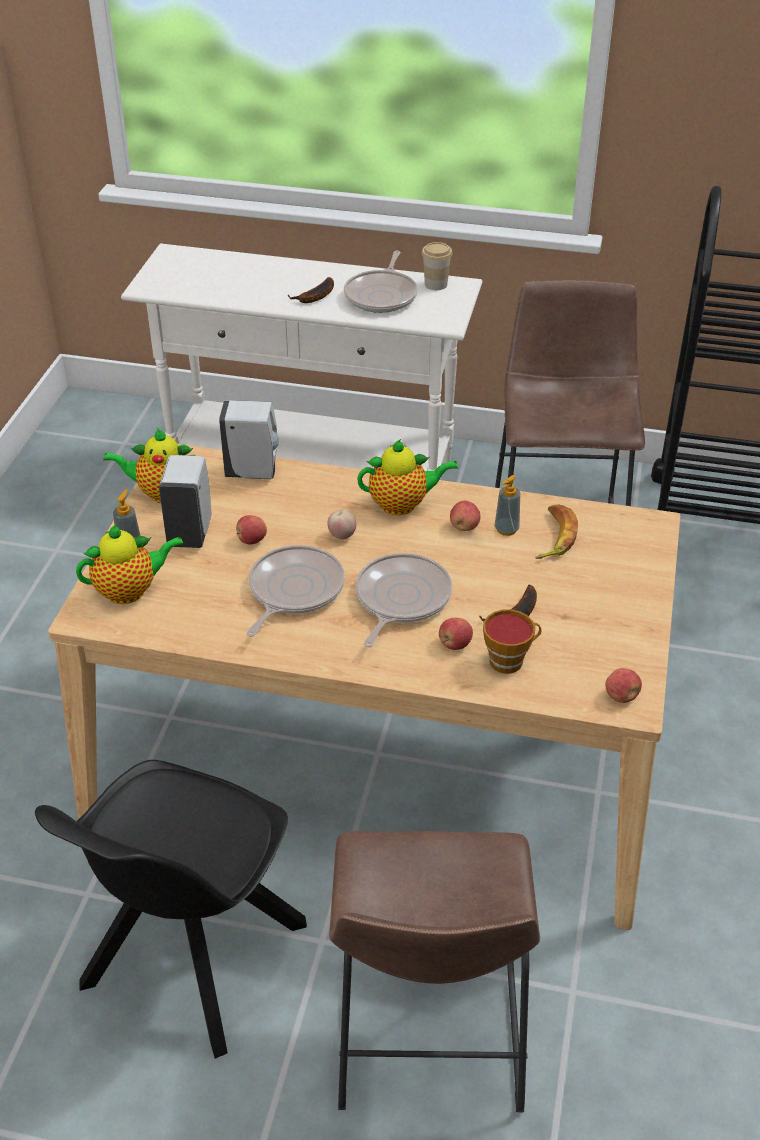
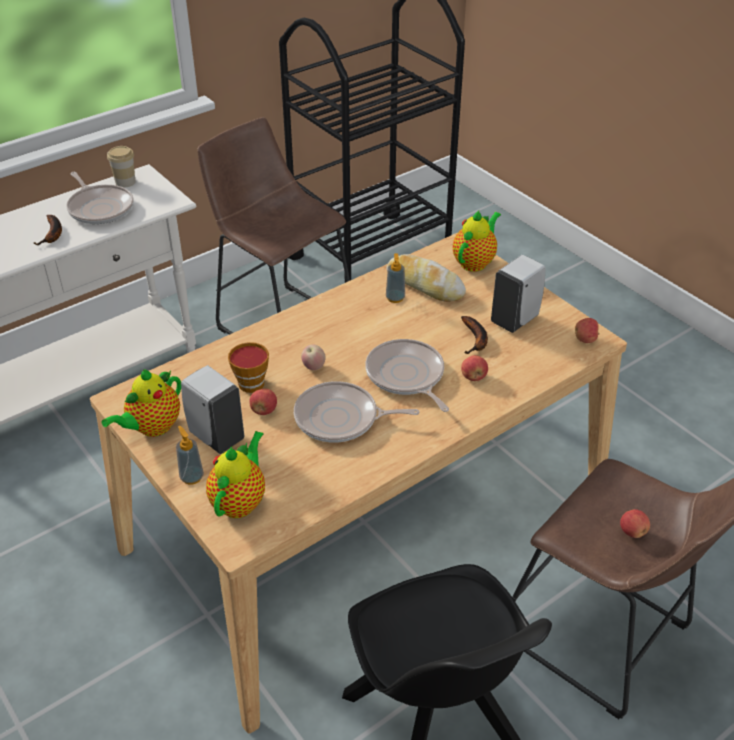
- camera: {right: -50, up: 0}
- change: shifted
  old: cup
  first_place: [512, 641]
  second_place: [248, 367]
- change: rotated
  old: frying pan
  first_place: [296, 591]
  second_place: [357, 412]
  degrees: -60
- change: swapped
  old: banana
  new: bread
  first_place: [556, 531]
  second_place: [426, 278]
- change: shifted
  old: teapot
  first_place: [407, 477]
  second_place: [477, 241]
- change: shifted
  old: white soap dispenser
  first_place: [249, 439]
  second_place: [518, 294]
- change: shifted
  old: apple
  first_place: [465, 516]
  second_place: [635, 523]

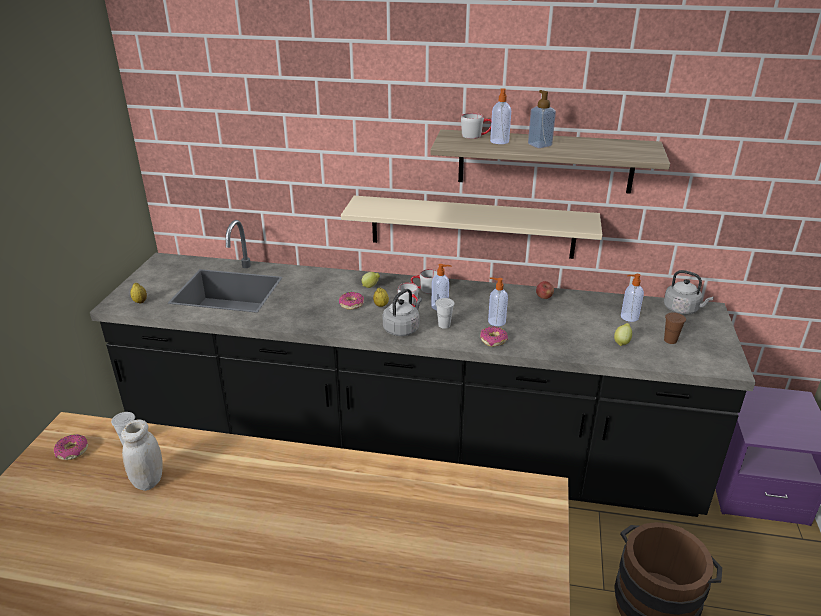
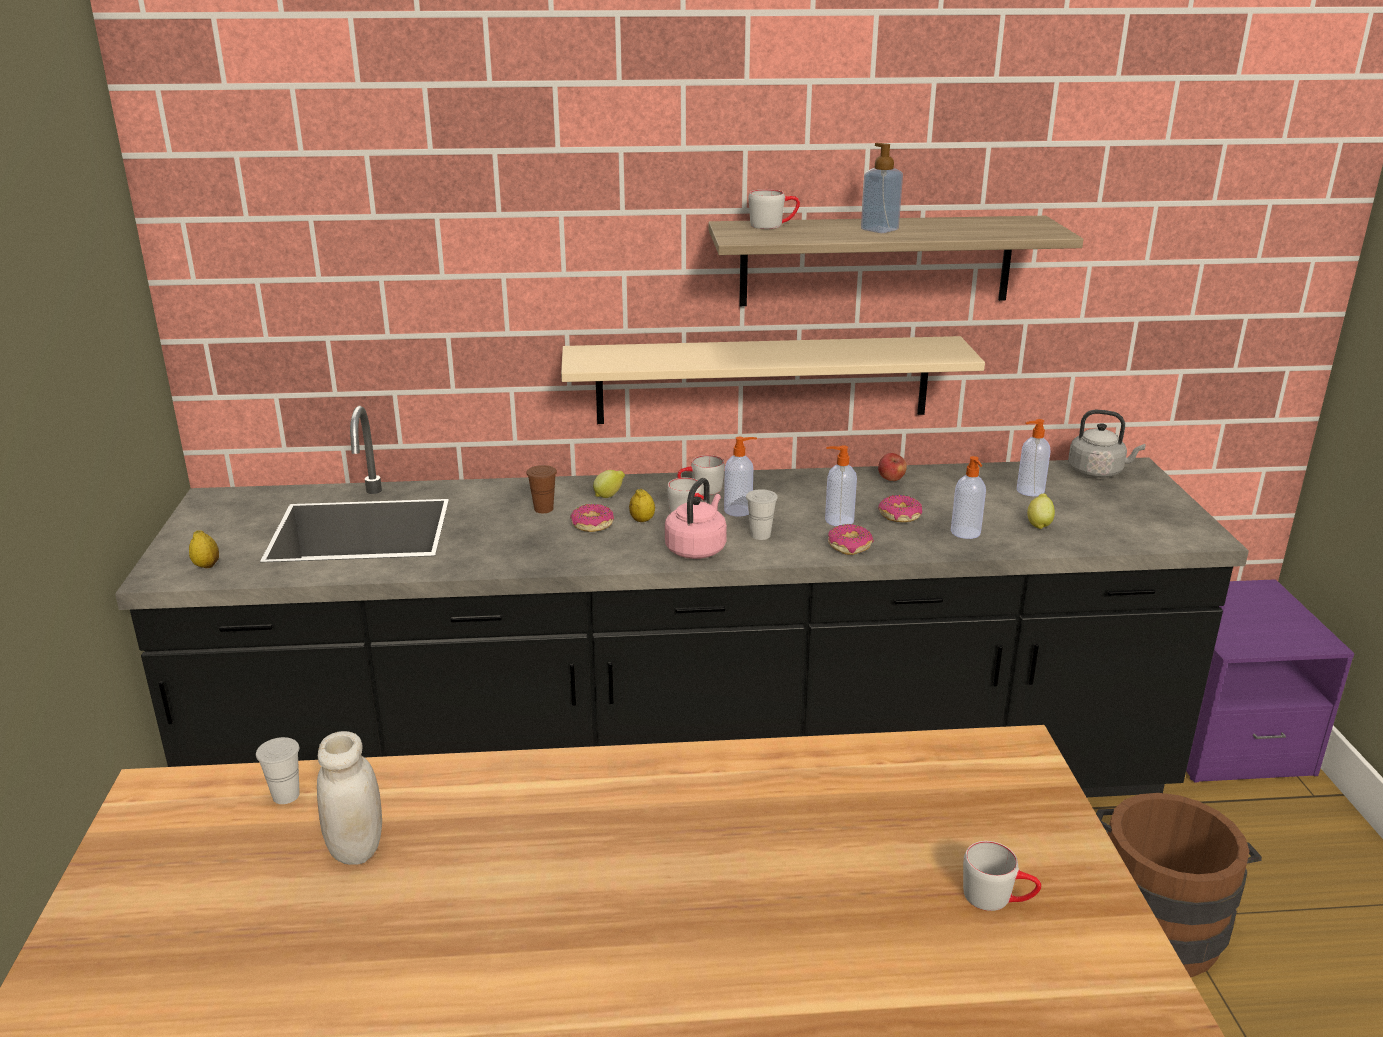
- camera: {right: -15, up: -5}
- change: shifted
  old: brown cup
  first_place: [675, 328]
  second_place: [541, 489]
- change: repainted
  old: grey kettle
  new: pink kettle
  first_place: [402, 312]
  second_place: [696, 518]
- change: shifted
  old: donut
  first_place: [71, 447]
  second_place: [900, 508]
- change: shifted
  old: soap dispenser
  first_place: [500, 116]
  second_place: [968, 497]
- change: new
  new: grey mug
  second_place: [1002, 876]

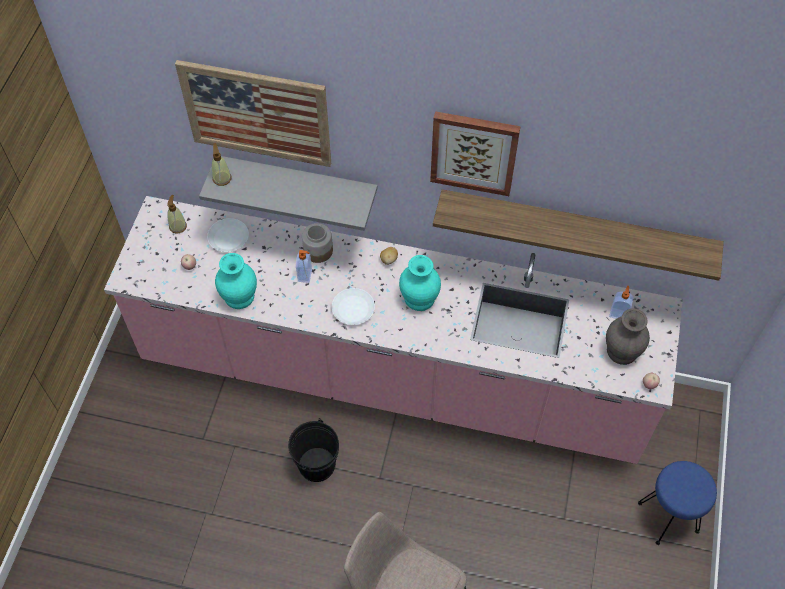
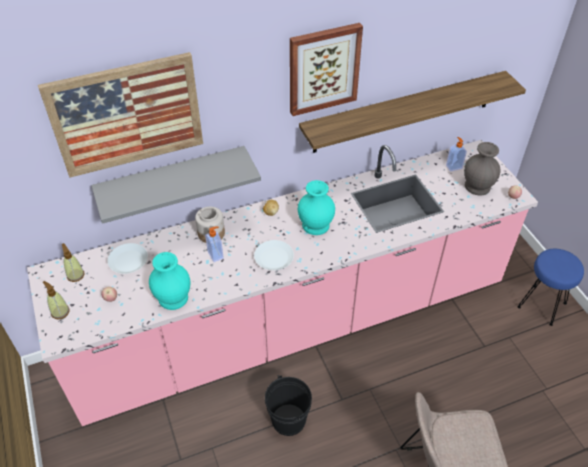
- camera: {right: -35, up: -10}
- change: shifted
  old: soap dispenser
  first_place: [222, 164]
  second_place: [56, 300]

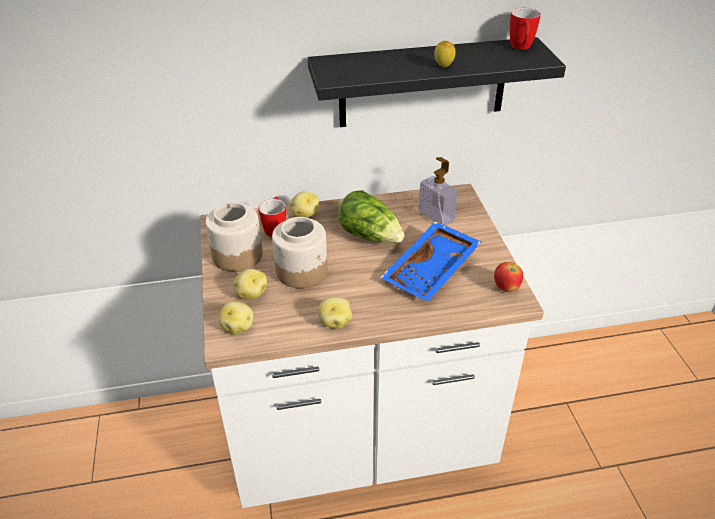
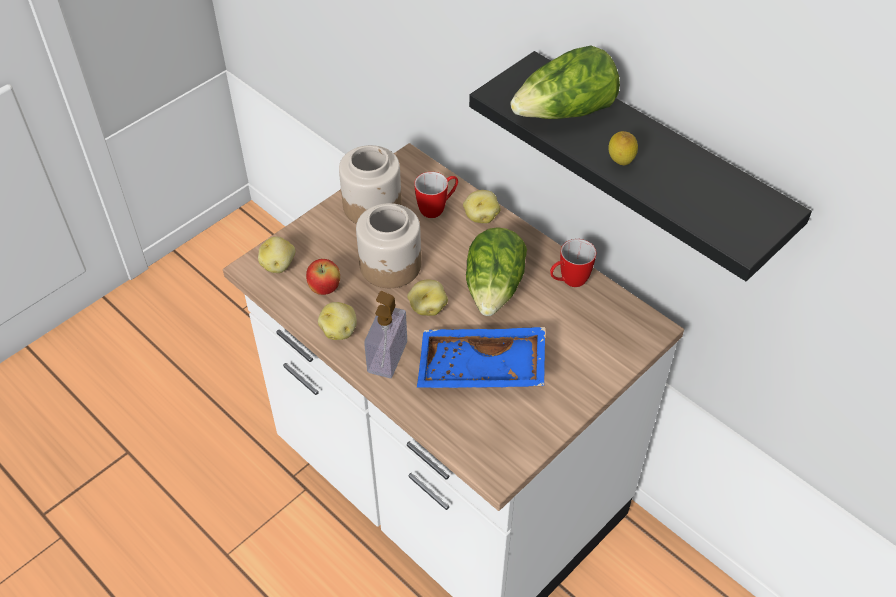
- camera: {right: 55, up: 10}
- change: shifted
  old: apple
  first_place: [508, 277]
  second_place: [323, 277]
- change: shifted
  old: soap dispenser
  first_place: [438, 191]
  second_place: [385, 334]
- change: shifted
  old: potato
  first_place: [250, 284]
  second_place: [427, 297]
- change: new
  new: lettuce
  second_place: [565, 82]
- change: shifted
  old: mug
  first_place: [525, 29]
  second_place: [573, 263]

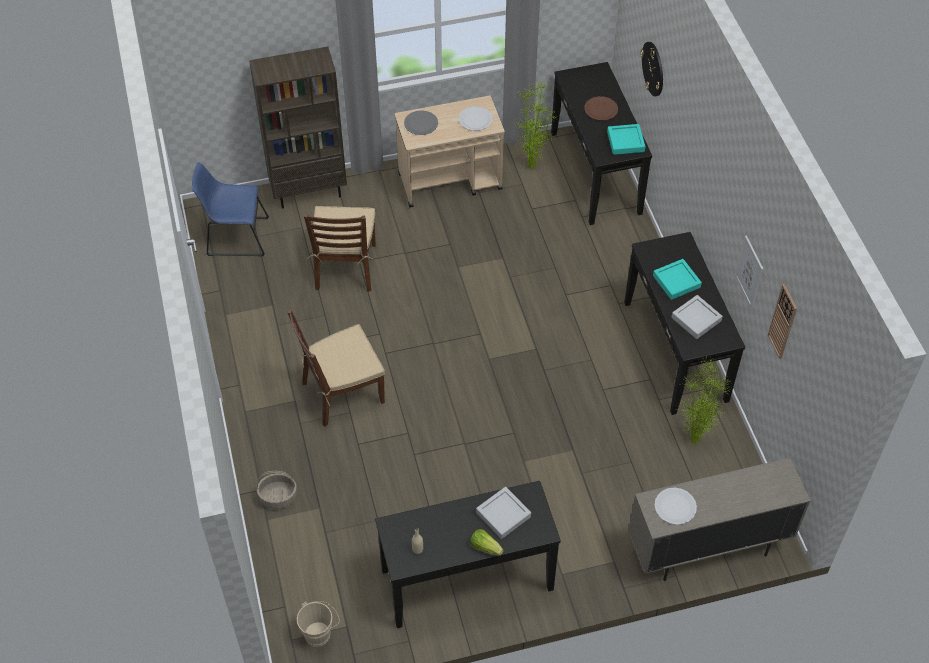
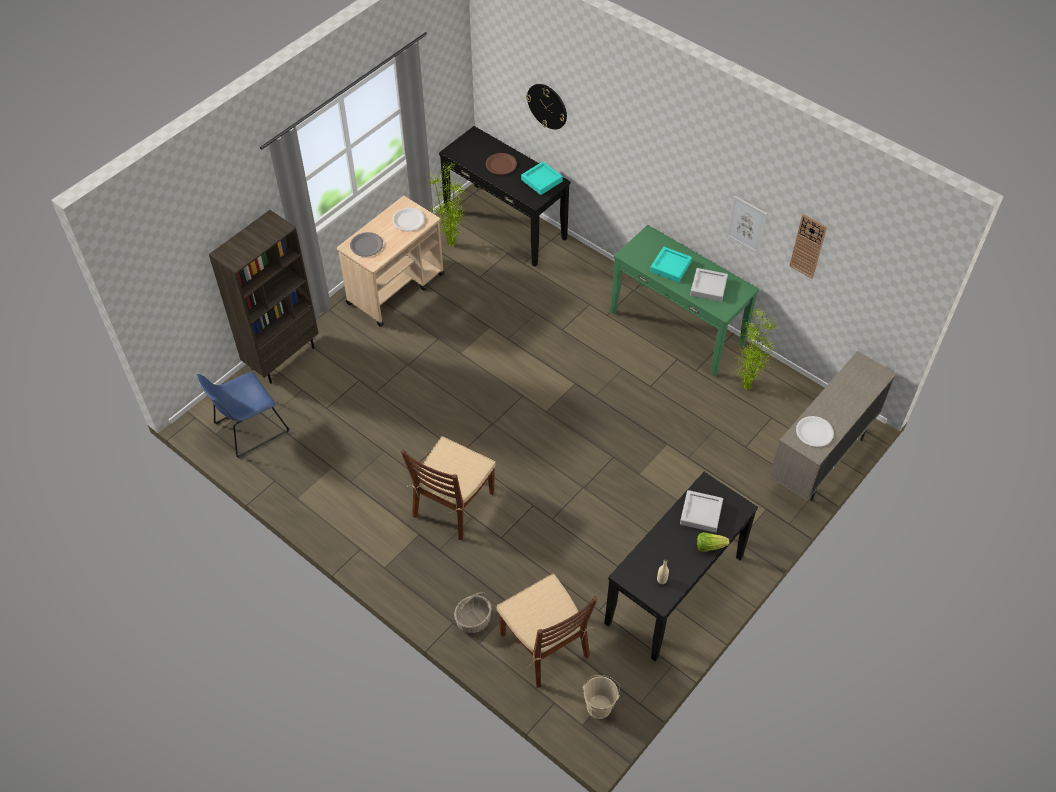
- camera: {right: -35, up: 0}
- change: shifted
  old: brown chair
  first_place: [340, 249]
  second_place: [547, 631]
- change: repainted
  old: black console table
  new: green console table
  first_place: [684, 323]
  second_place: [684, 301]

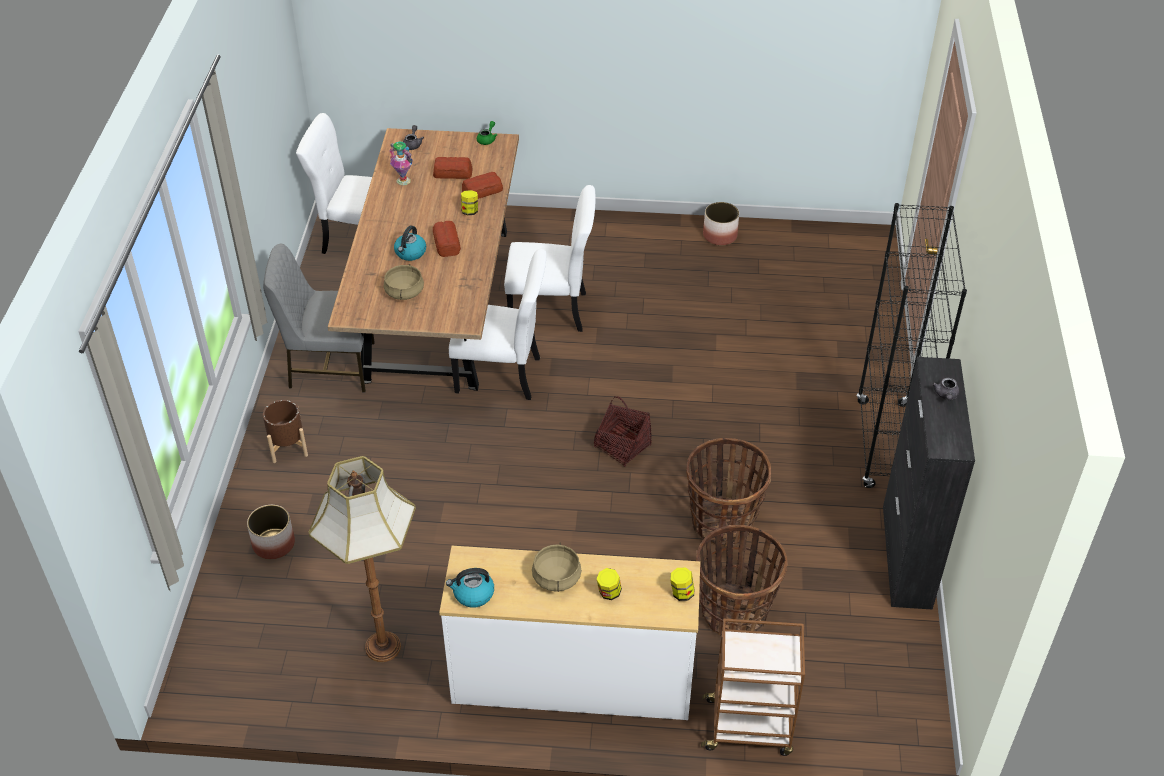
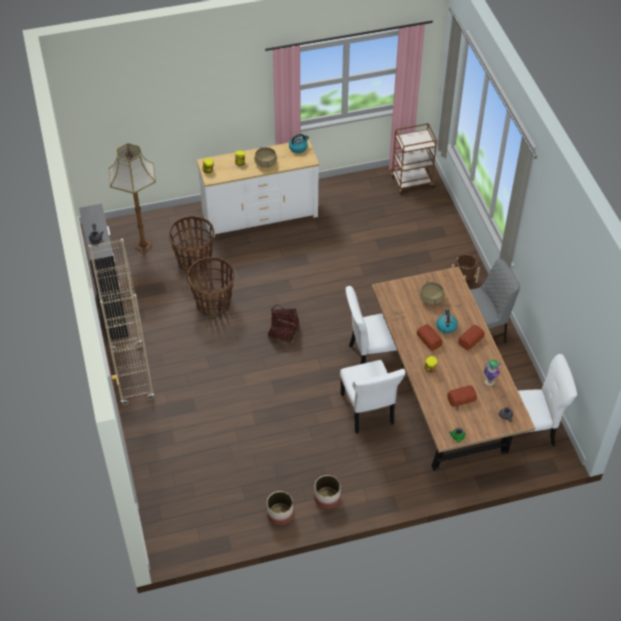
- camera: {right: 160, up: 5}
- change: repainted
  old: black bookcase
  new: beige bookcase
  first_place: [912, 345]
  second_place: [121, 322]
- change: shifted
  old: floor lamp
  first_place: [362, 559]
  second_place: [132, 198]
- change: shifted
  old: planter
  first_place: [271, 532]
  second_place: [327, 492]
- change: rotated
  old: white chair
  first_place: [550, 258]
  second_place: [372, 397]
  degrees: -90
- change: shifted
  old: brown cart
  first_place: [753, 687]
  second_place: [414, 158]
- change: shifted
  old: bread
  first_place: [482, 185]
  second_place: [471, 337]

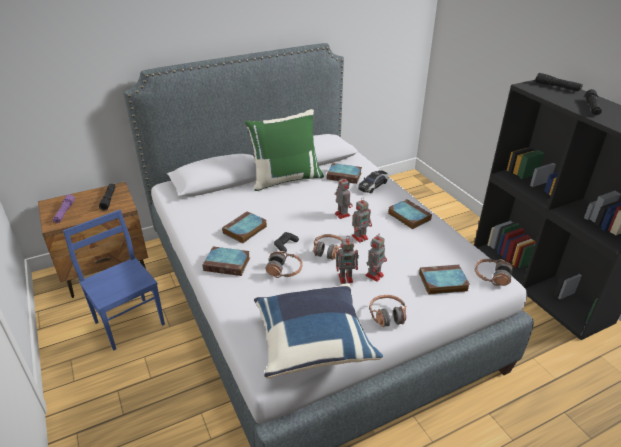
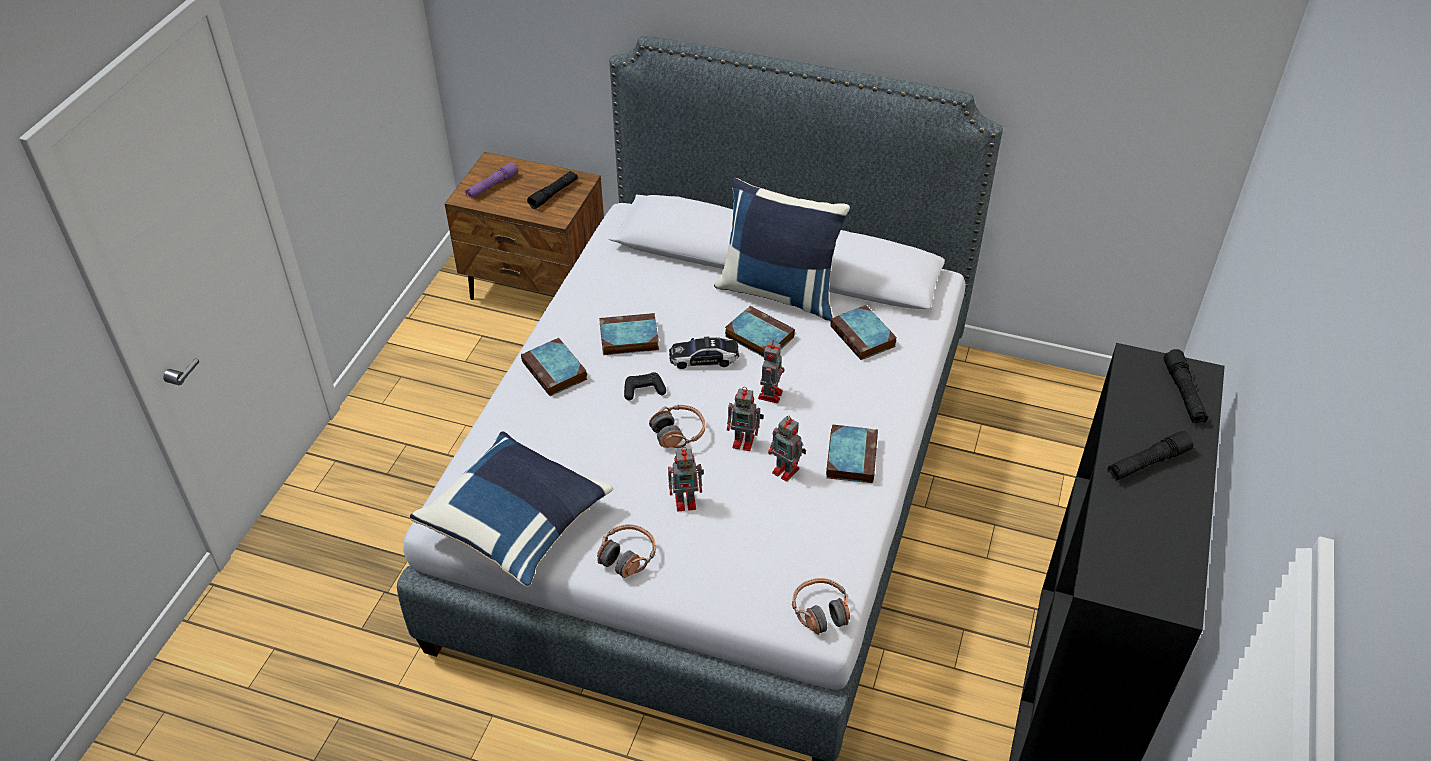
- camera: {right: 45, up: 10}
- change: shifted
  old: toy car
  first_place: [373, 181]
  second_place: [704, 353]
- change: repainted
  old: green pillow
  new: blue pillow
  first_place: [284, 150]
  second_place: [782, 249]
- change: shifted
  old: book
  first_place: [444, 280]
  second_place: [760, 331]
- change: shifted
  old: toy robot
  first_place: [347, 260]
  second_place: [787, 449]
- change: gone
  old: blue chair
  first_place: [114, 280]
- change: gone
  old: headphones
  first_place: [283, 264]

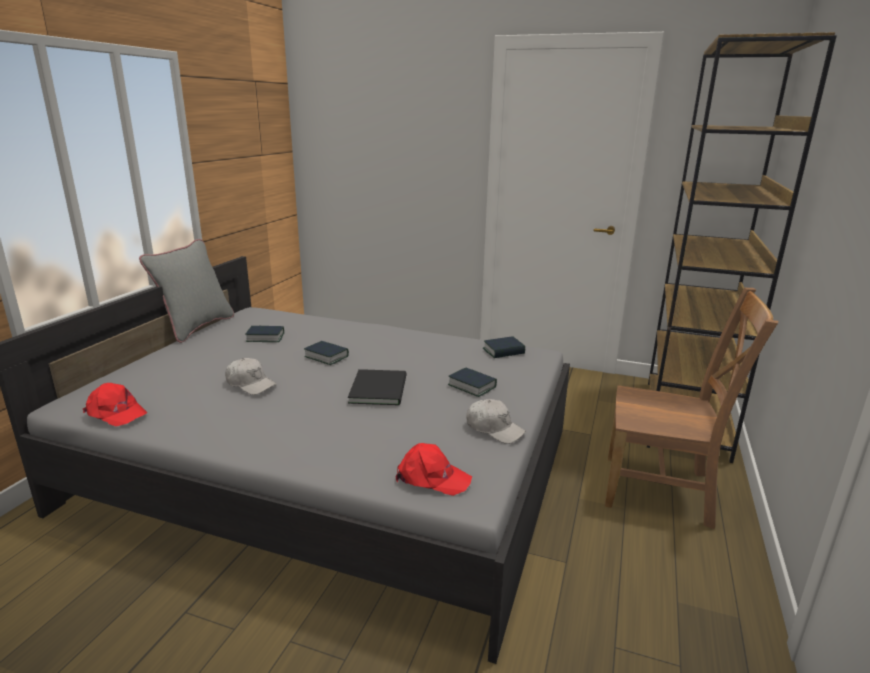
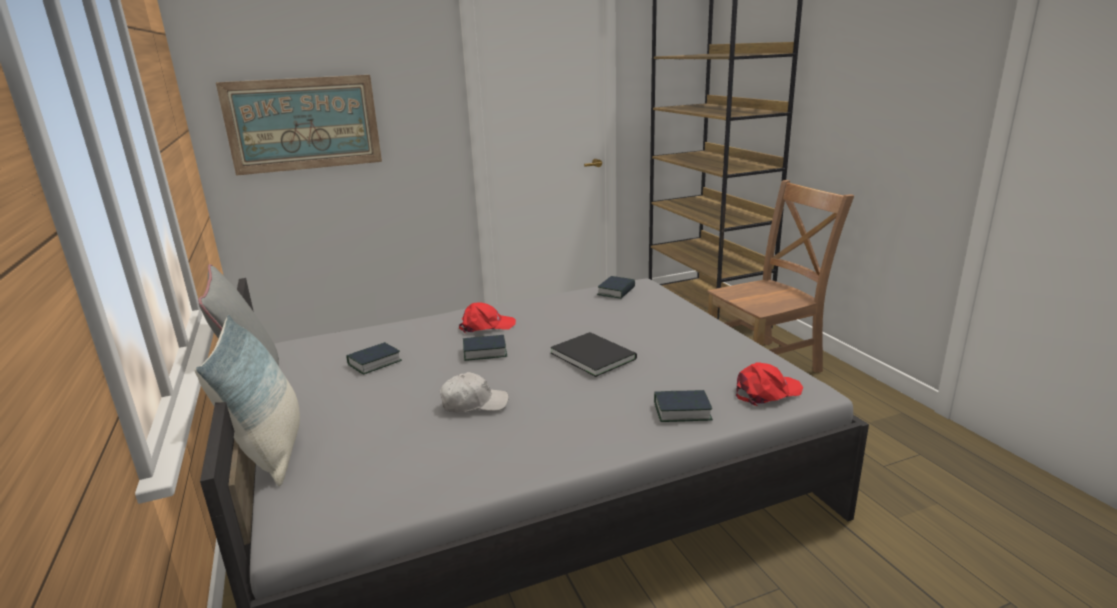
- camera: {right: -40, up: 0}
- change: new
  new: pillow
  second_place: [247, 400]
- change: new
  new: picture
  second_place: [299, 125]
- change: shifted
  old: red cap
  first_place: [115, 404]
  second_place: [487, 318]
- change: shifted
  old: book
  first_place: [472, 382]
  second_place: [683, 406]
- change: gone
  old: white cap
  first_place: [496, 421]

